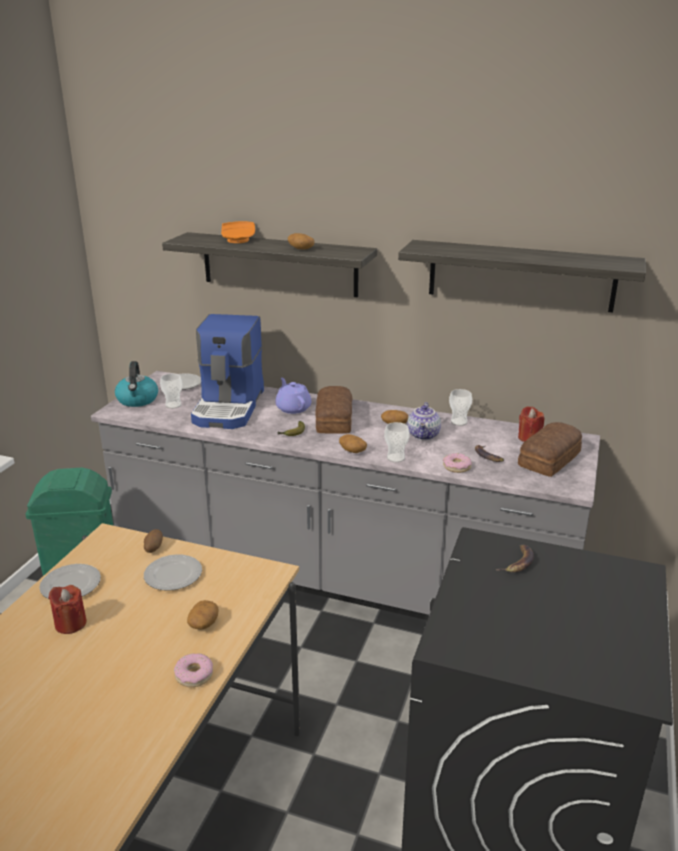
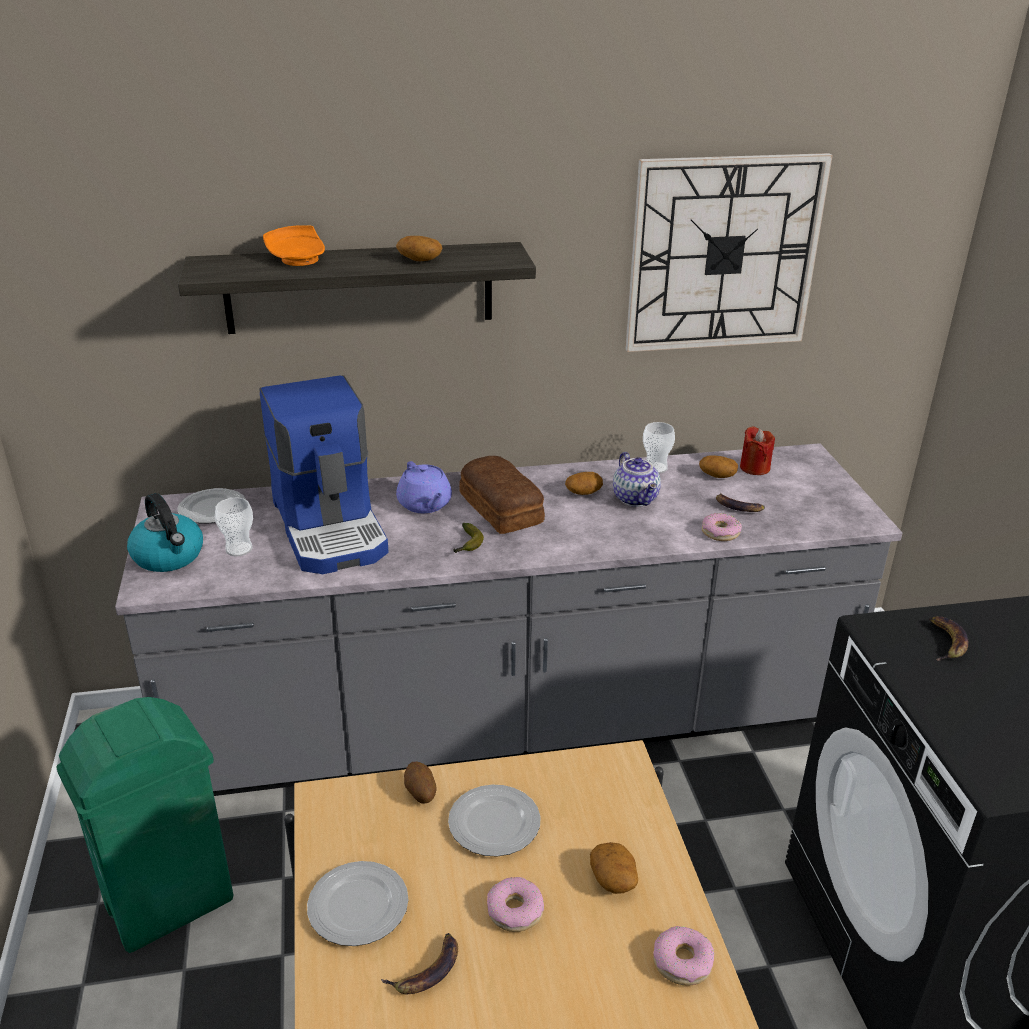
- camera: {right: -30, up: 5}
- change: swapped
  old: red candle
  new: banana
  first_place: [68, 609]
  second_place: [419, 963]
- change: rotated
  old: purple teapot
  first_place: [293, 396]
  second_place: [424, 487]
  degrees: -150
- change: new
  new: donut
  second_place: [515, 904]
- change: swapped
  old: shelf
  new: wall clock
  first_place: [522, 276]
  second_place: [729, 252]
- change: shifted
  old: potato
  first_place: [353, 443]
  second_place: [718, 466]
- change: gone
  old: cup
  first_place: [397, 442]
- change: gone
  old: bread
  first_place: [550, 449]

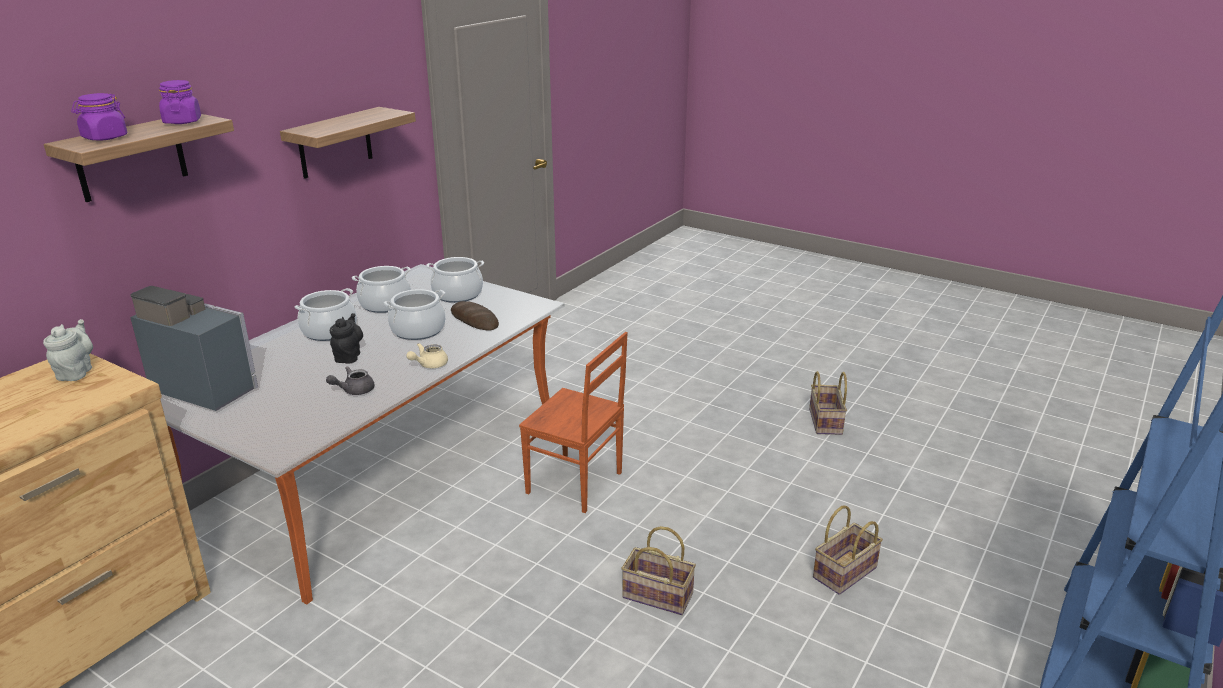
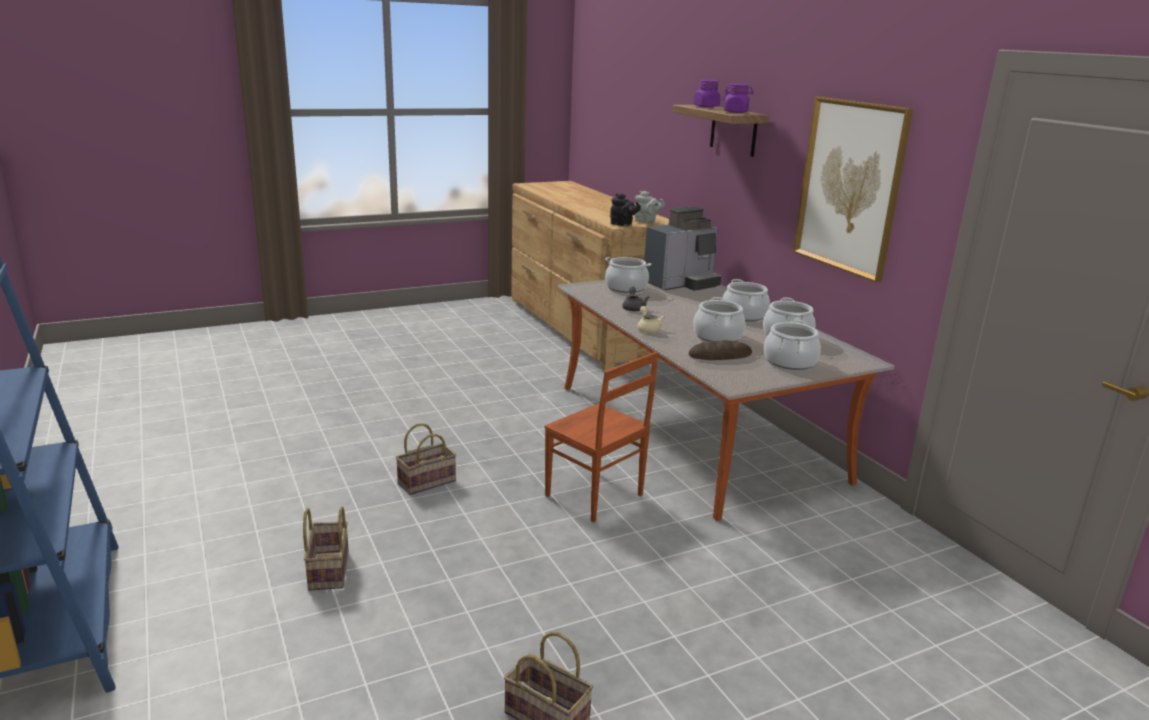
- camera: {right: 120, up: -5}
- change: rotated
  old: brown chair
  first_place: [573, 422]
  second_place: [601, 437]
  degrees: -105
- change: new
  new: cooking pot
  second_place: [628, 275]
- change: shifted
  old: black teapot
  first_place: [346, 338]
  second_place: [625, 209]
- change: swapped
  old: shelf
  new: picture
  first_place: [348, 143]
  second_place: [853, 190]

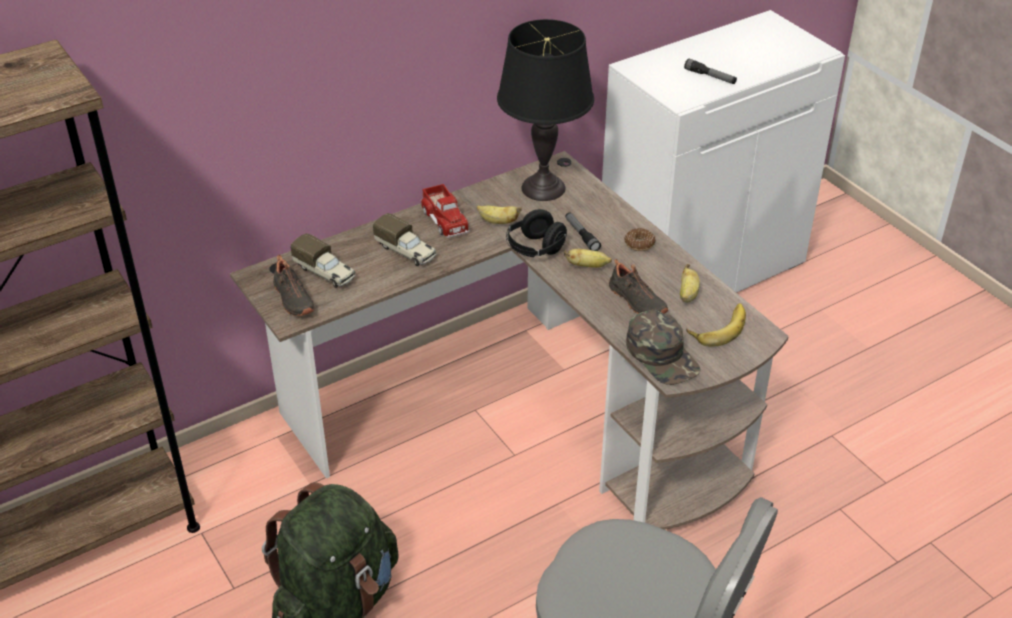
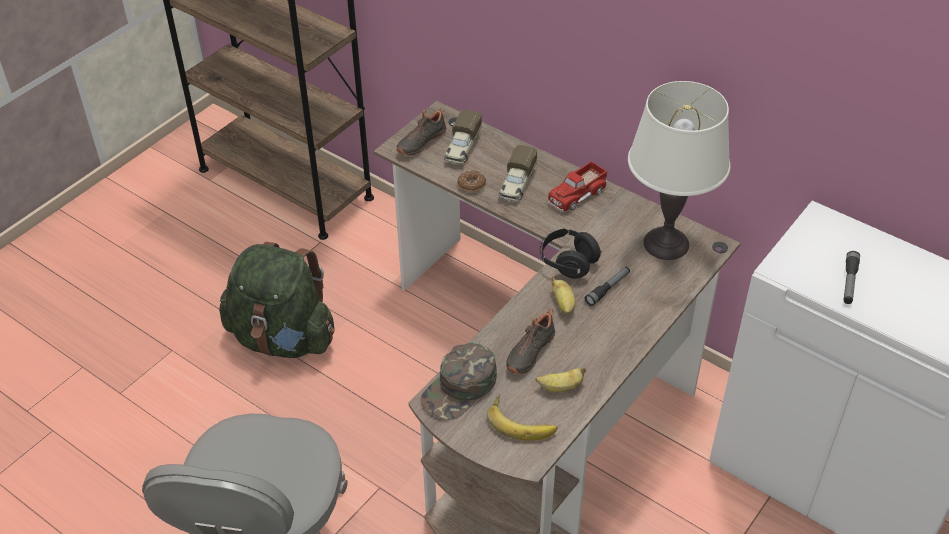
- camera: {right: 70, up: 5}
- change: shifted
  old: donut
  first_place: [640, 239]
  second_place: [471, 181]
- change: repainted
  old: black table lamp
  new: white table lamp
  first_place: [545, 110]
  second_place: [679, 170]
- change: gone
  old: banana
  first_place: [499, 214]

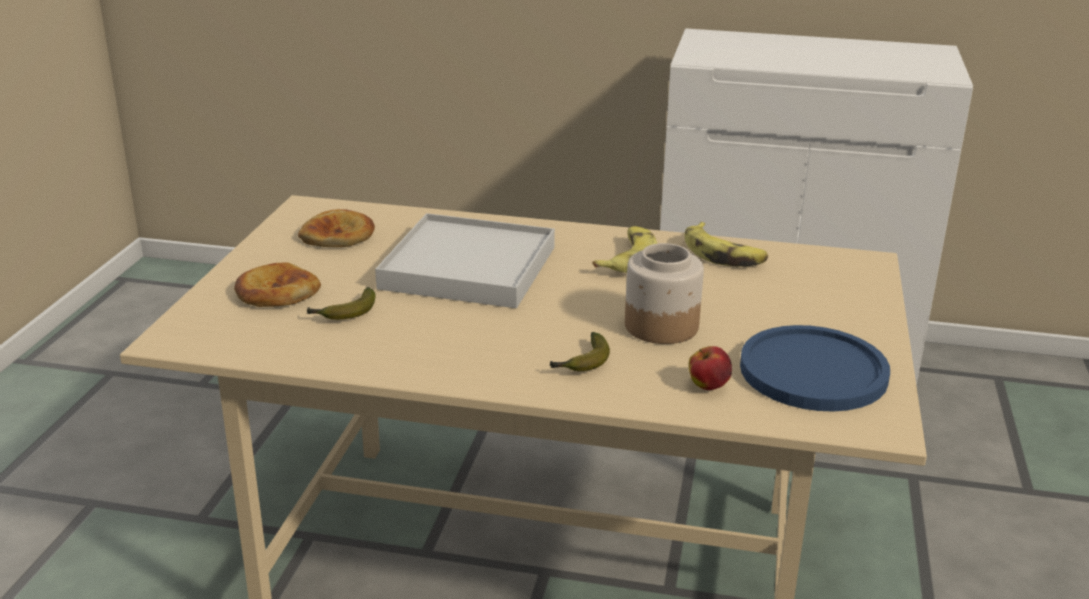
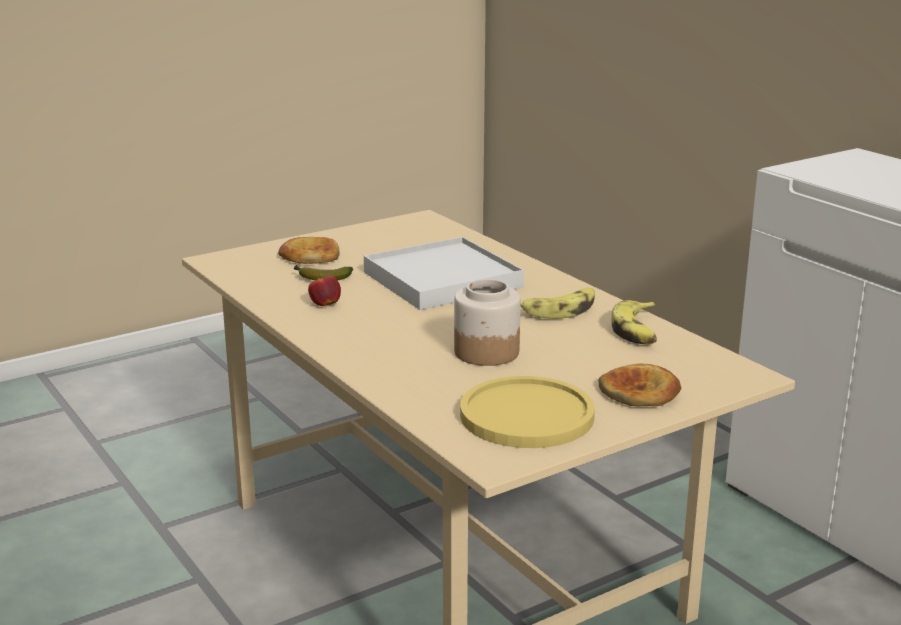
- camera: {right: 45, up: -5}
- change: shifted
  old: apple
  first_place: [710, 368]
  second_place: [324, 290]
- change: repainted
  old: blue plate
  new: yellow plate
  first_place: [815, 368]
  second_place: [527, 412]
- change: shifted
  old: bread
  first_place: [336, 228]
  second_place: [639, 385]
- change: gone
  old: banana
  first_place: [580, 351]

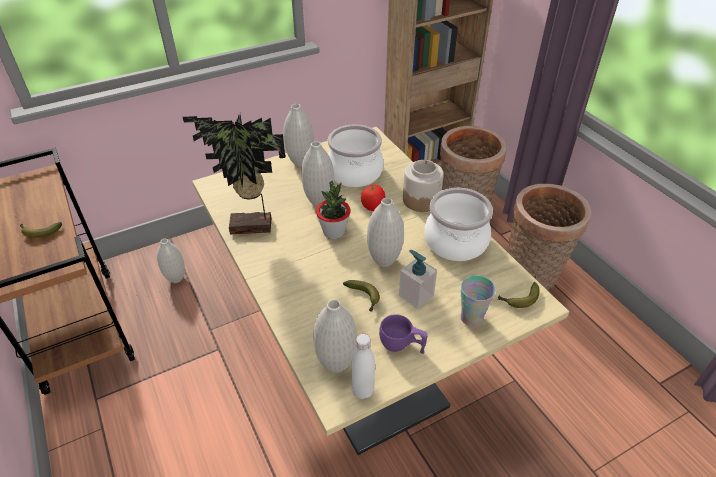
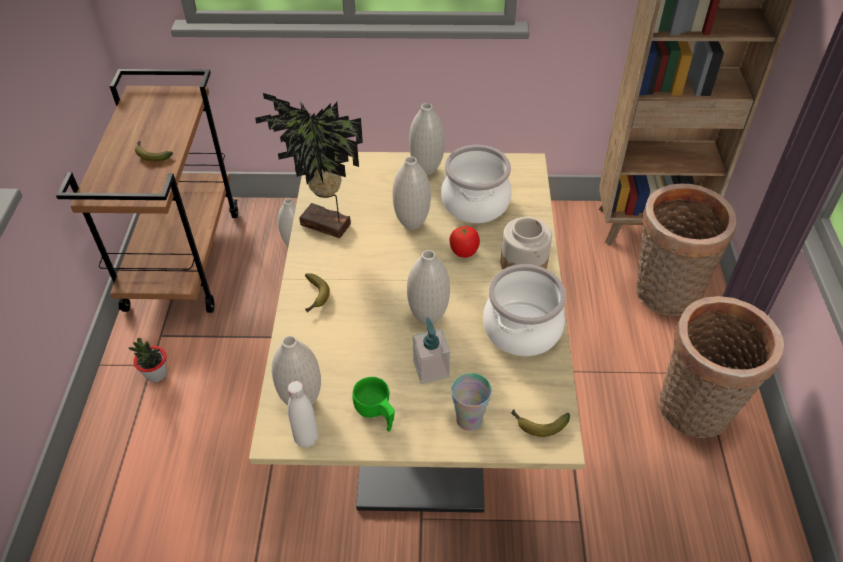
- camera: {right: 30, up: 5}
- change: shifted
  old: potted plant
  first_place: [333, 210]
  second_place: [147, 360]
- change: shifted
  old: banana
  first_place: [361, 295]
  second_place: [317, 293]
- change: repainted
  old: purple cup
  new: green cup
  first_place: [403, 334]
  second_place: [373, 404]

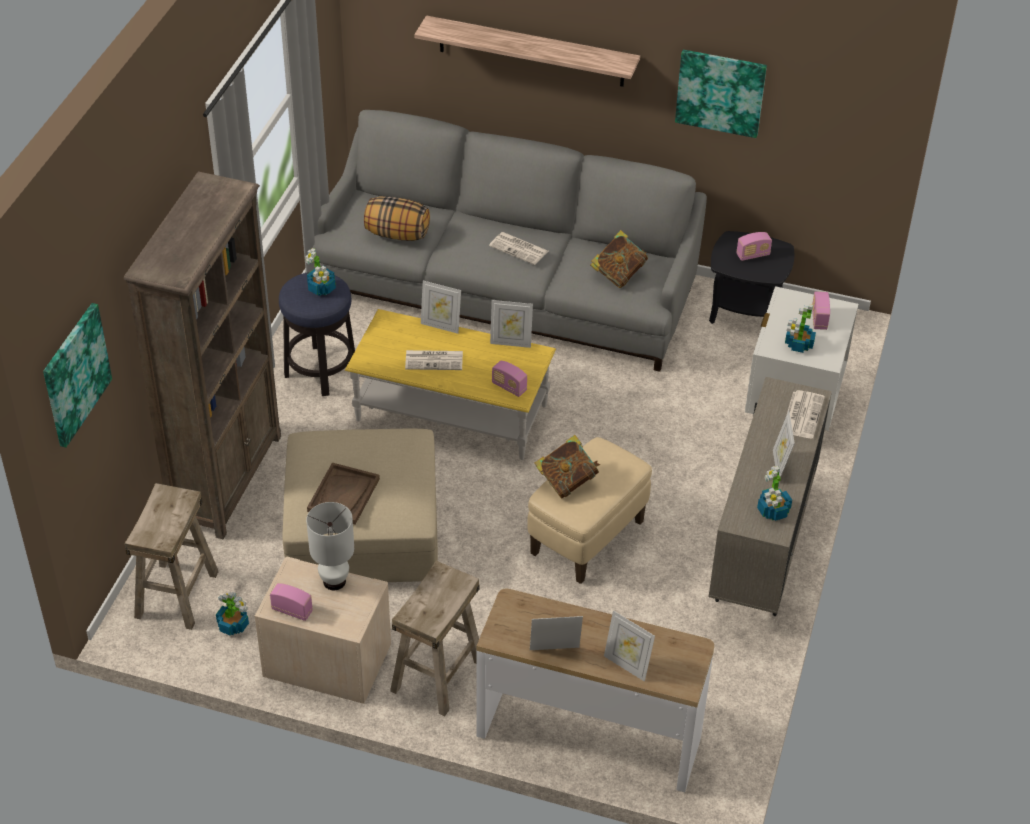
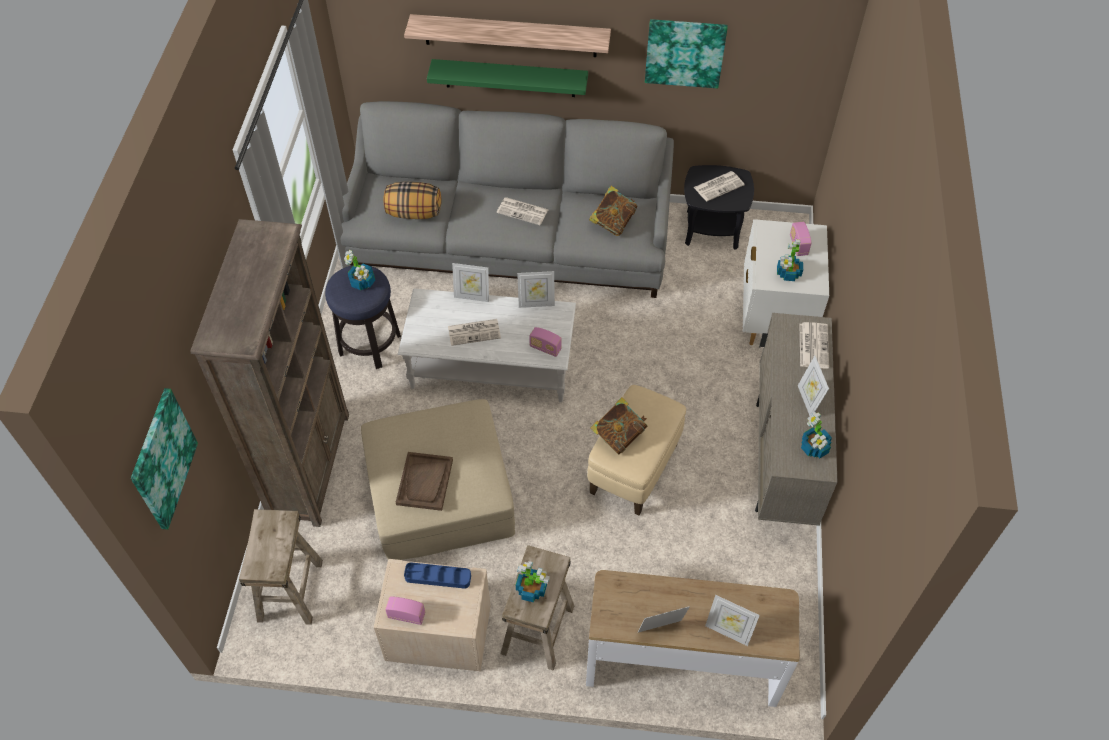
- camera: {right: -10, up: 10}
- change: repainted
  old: yellow coffee table
  new: white coffee table
  first_place: [450, 384]
  second_place: [487, 345]
- change: swapped
  old: white table lamp
  new: blue tray
  first_place: [330, 546]
  second_place: [437, 575]
- change: new
  new: green shelf
  second_place: [507, 78]
- change: shifted
  old: potted plant
  first_place: [232, 614]
  second_place: [533, 581]
- change: swapped
  old: radio
  new: newspaper
  first_place: [754, 246]
  second_place: [719, 186]

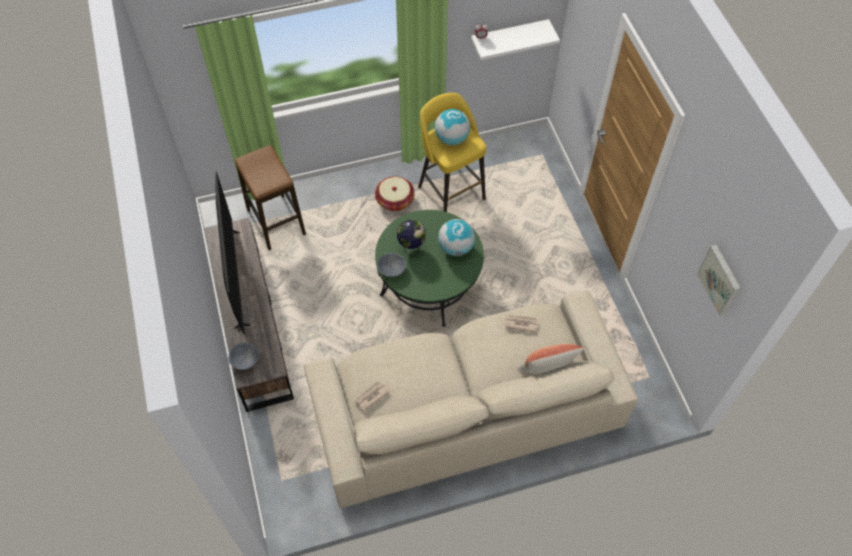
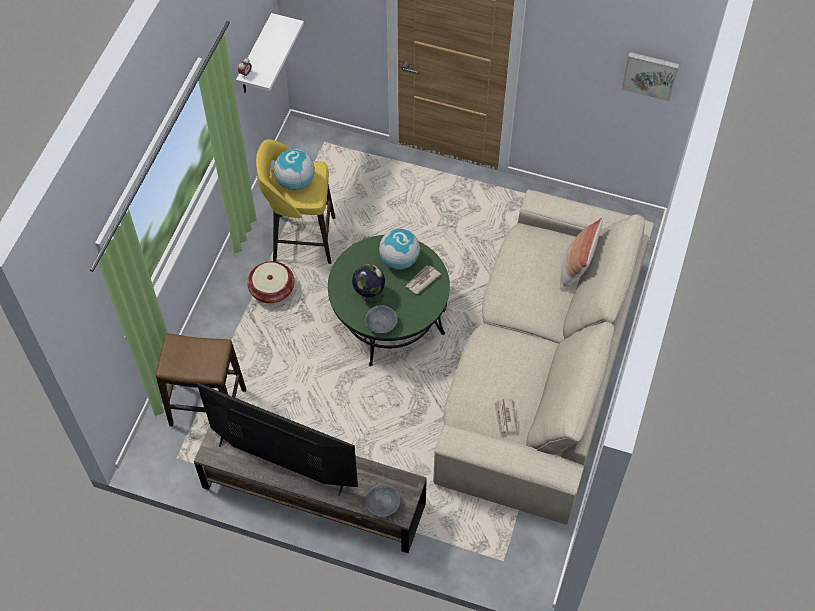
- camera: {right: -55, up: 0}
- change: shifted
  old: newspaper
  first_place: [521, 324]
  second_place: [423, 279]

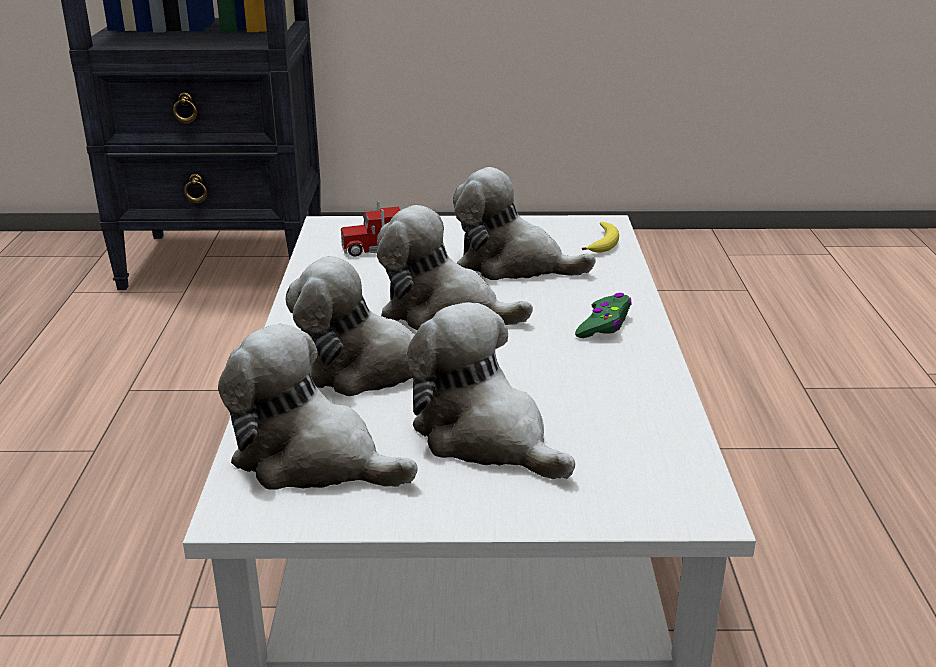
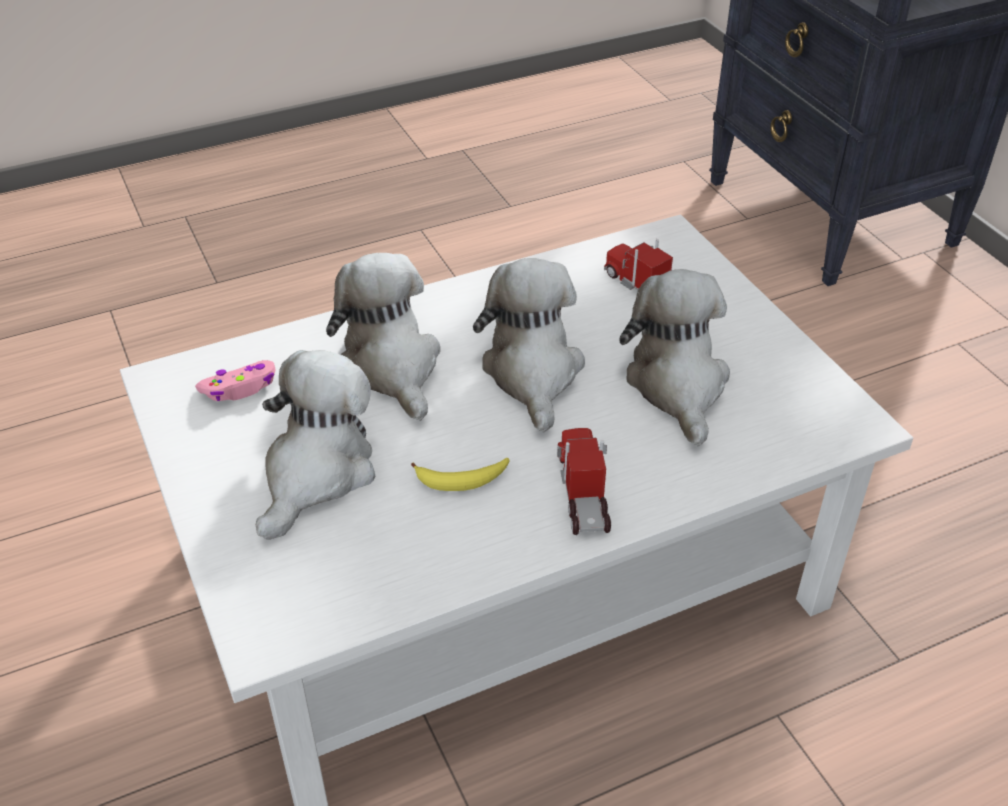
- camera: {right: 65, up: 15}
- change: swapped
  old: plush toy
  new: pink game controller
  first_place: [317, 407]
  second_place: [235, 380]
- change: shifted
  old: banana
  first_place: [600, 237]
  second_place: [460, 474]
- change: swapped
  old: green game controller
  new: toy truck
  first_place: [603, 315]
  second_place: [584, 481]

